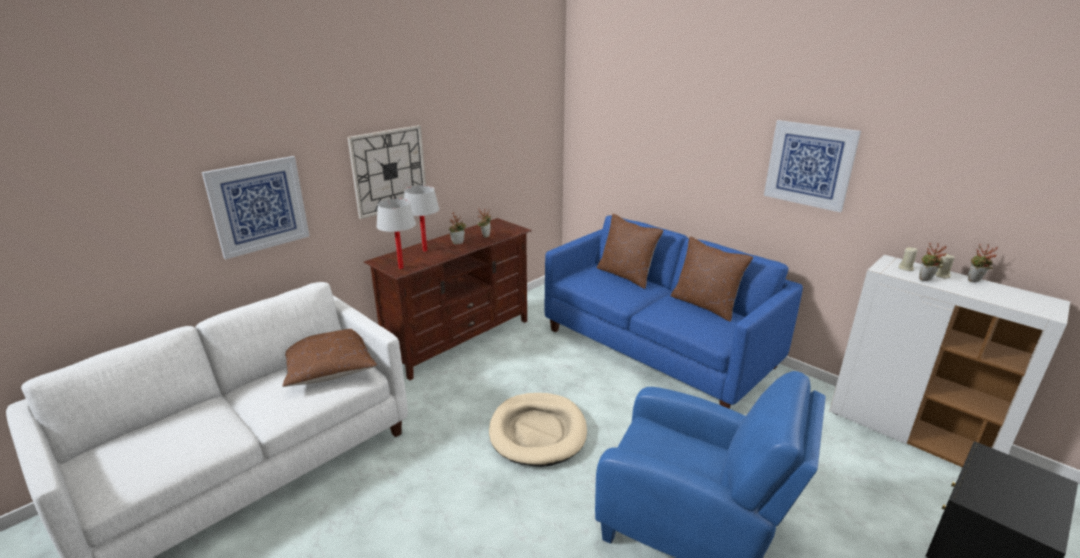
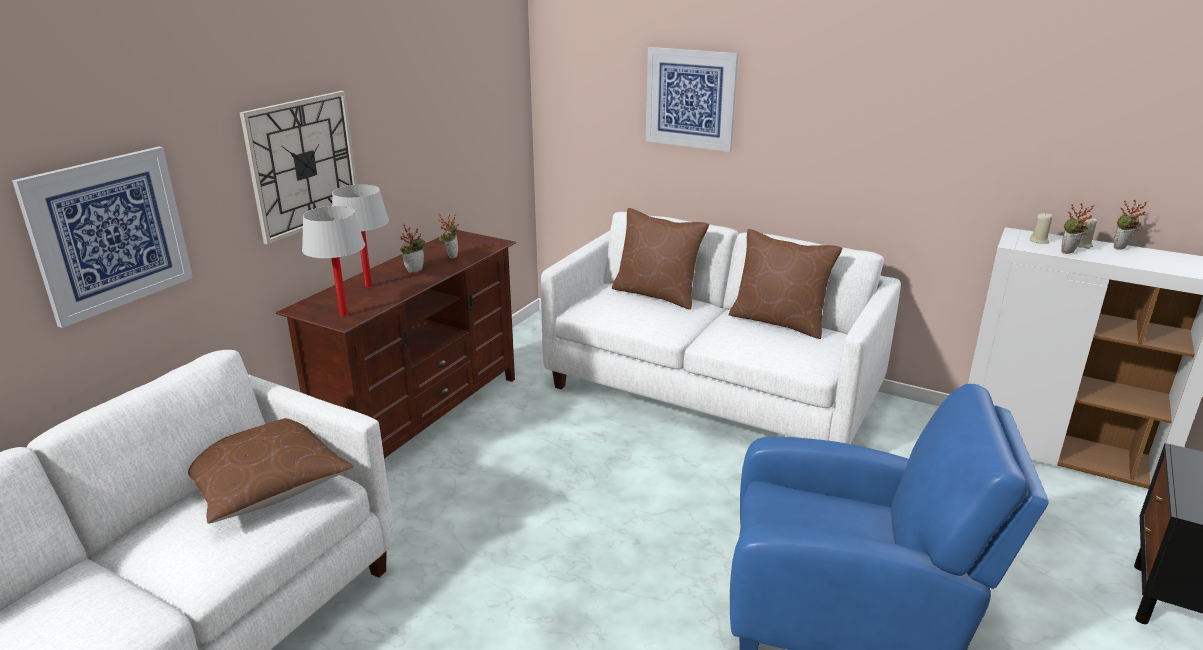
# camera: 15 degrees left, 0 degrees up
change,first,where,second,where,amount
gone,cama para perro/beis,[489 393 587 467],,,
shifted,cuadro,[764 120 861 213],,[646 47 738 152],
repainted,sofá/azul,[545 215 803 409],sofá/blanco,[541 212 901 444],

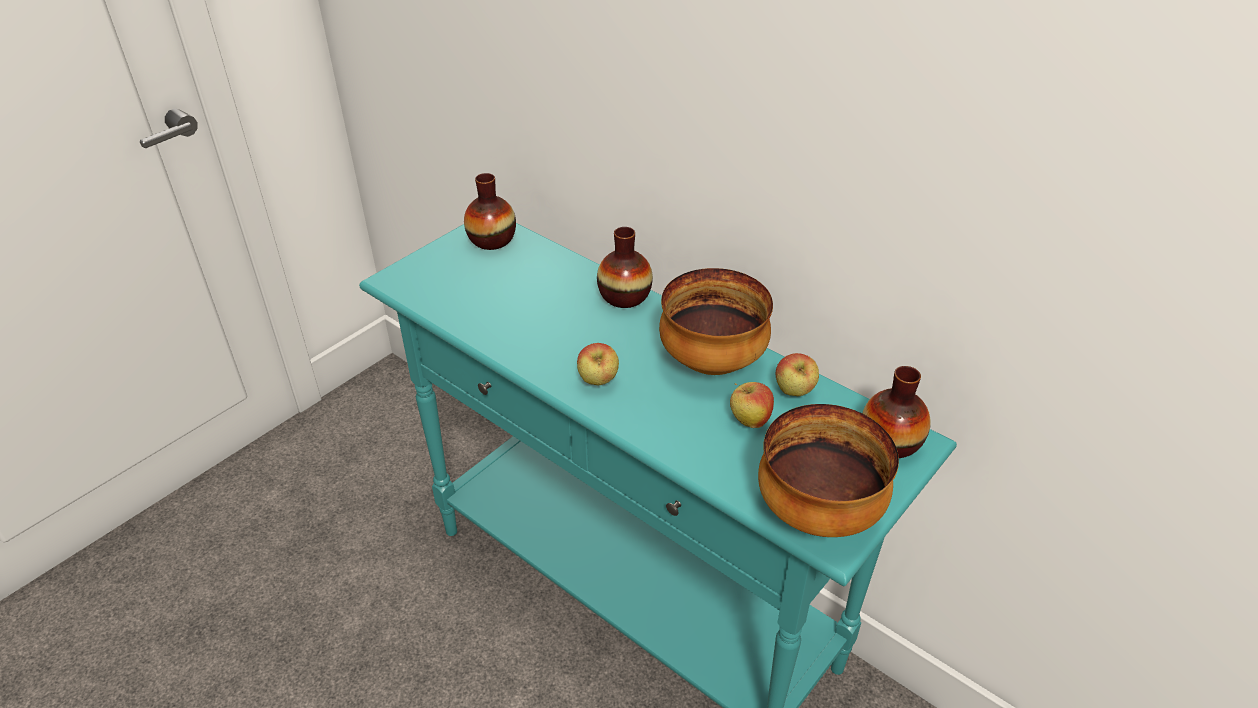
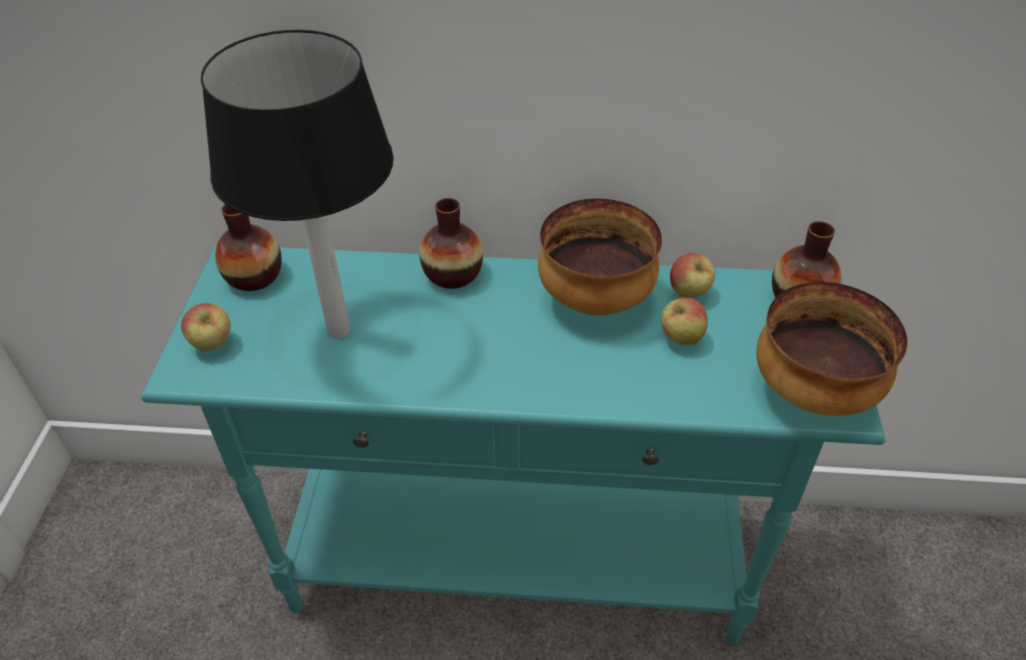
# camera: 35 degrees left, 5 degrees up
change,first,where,second,where,amount
new,,,lámpara de mesa,[201 30 394 338],
shifted,manzana,[577 343 619 385],,[181 303 231 351],

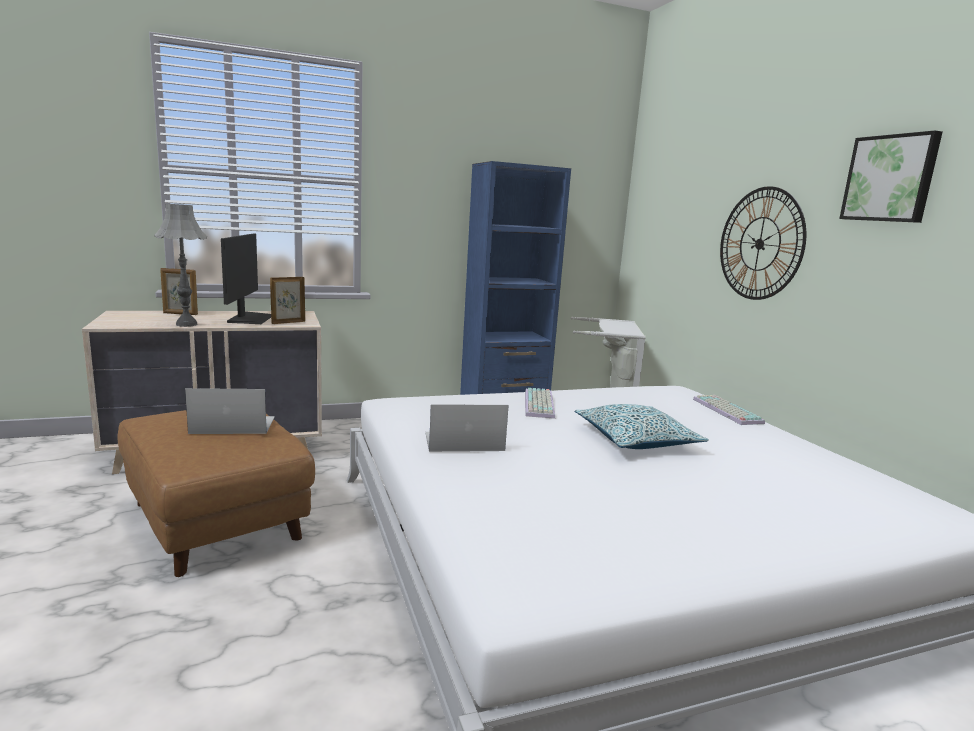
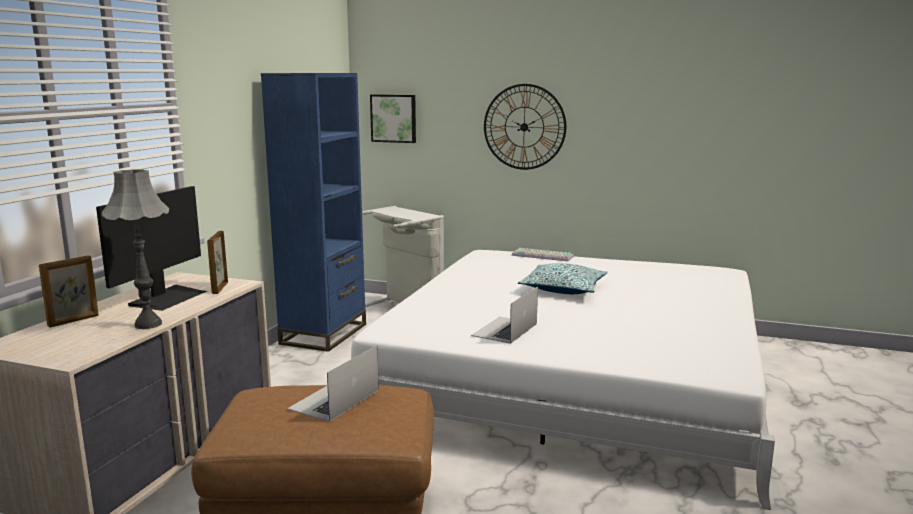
# camera: 50 degrees left, 0 degrees up
change,first,where,second,where,amount
gone,teclado,[525 388 555 419],,,
shifted,cuadro,[839 130 943 223],,[370 94 416 143],
rotated,monitor,[221 234 271 324],,[96 186 207 311],75 degrees clockwise

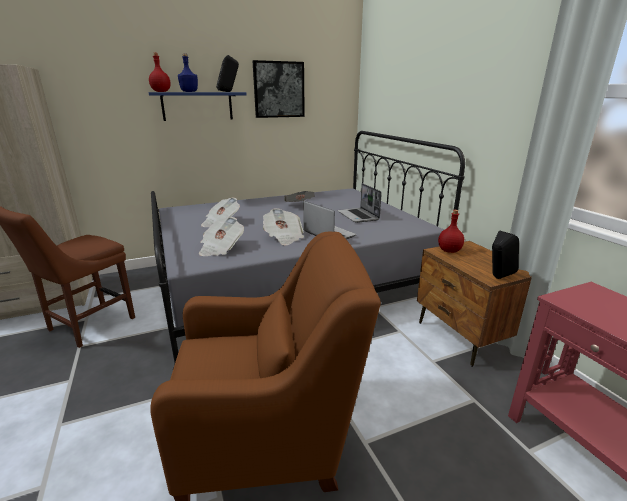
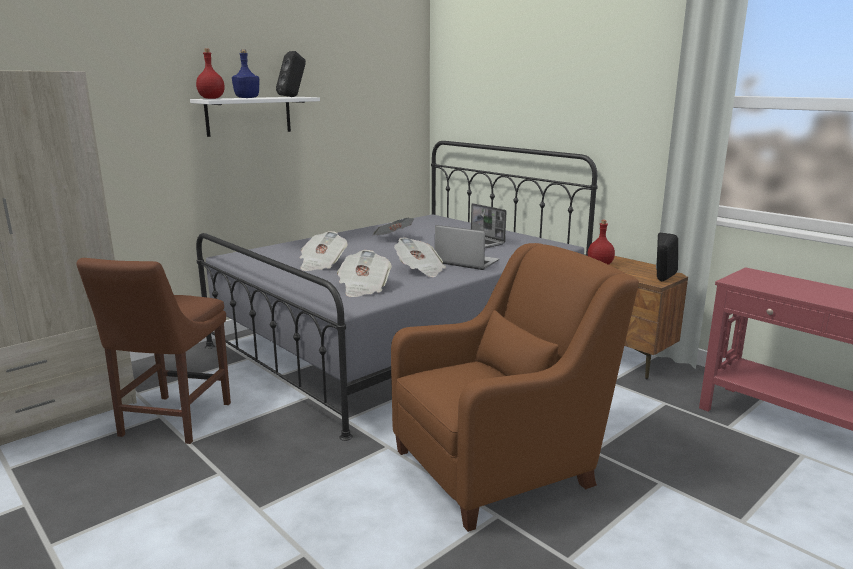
# camera: 20 degrees left, 5 degrees down
change,first,where,second,where,amount
gone,cuadro,[253 60 305 118],,,
repainted,estante/azul,[148 92 247 121],estante/blanco,[190 97 320 137],

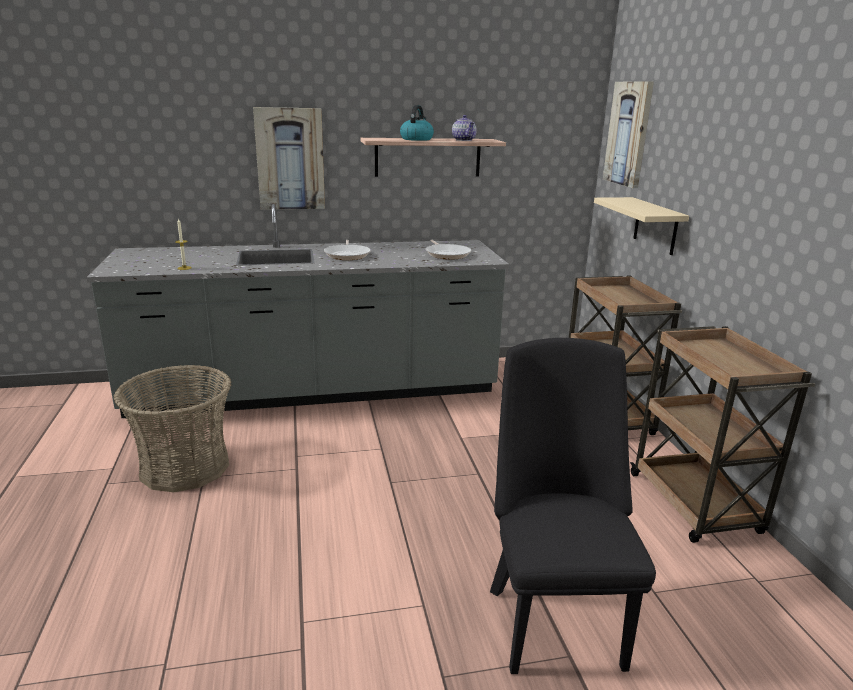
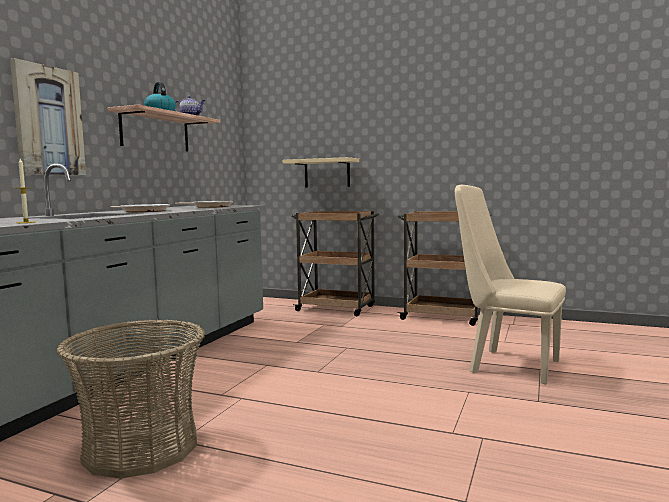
# camera: 55 degrees left, 15 degrees down
change,first,where,second,where,amount
gone,cuadro,[603 81 654 188],,,
repainted,silla/negro,[490 338 656 674],silla/beis,[455 185 566 384],

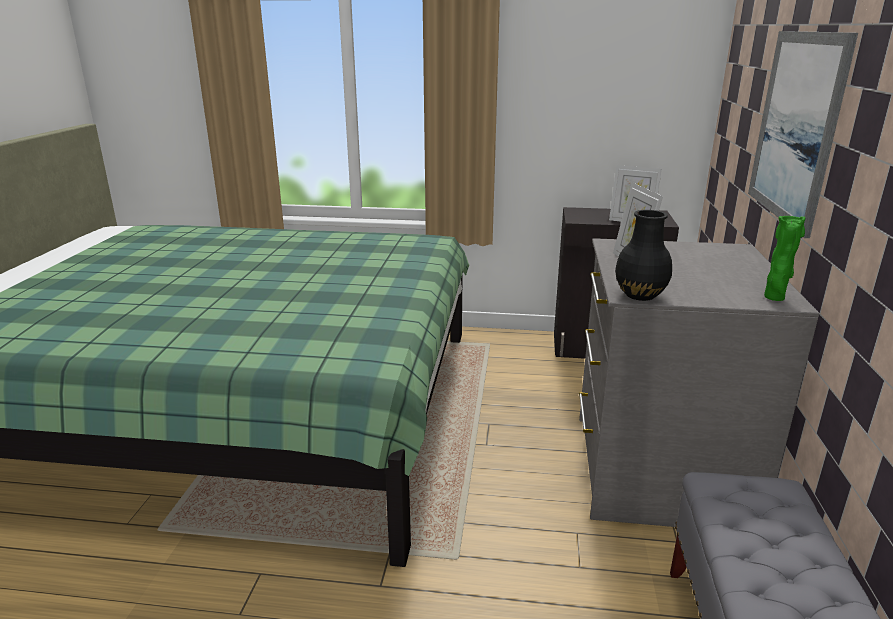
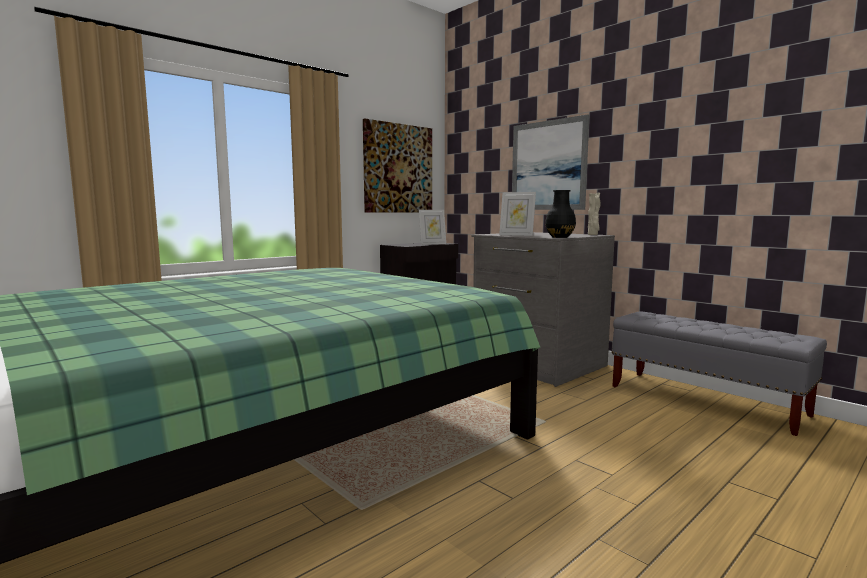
# camera: 50 degrees left, 15 degrees down
change,first,where,second,where,amount
new,,,cuadro,[363 118 432 213],
repainted,florero/verde,[764 216 805 301],florero/beis,[588 192 601 235],

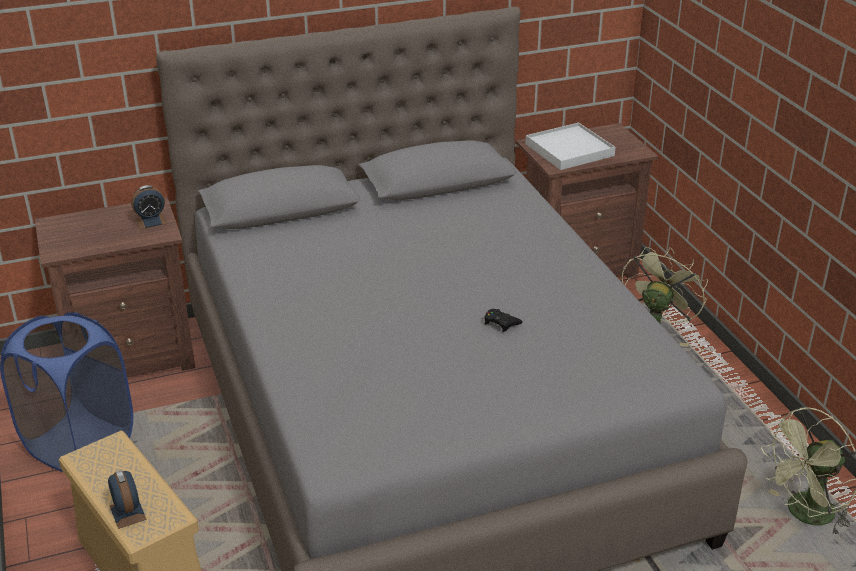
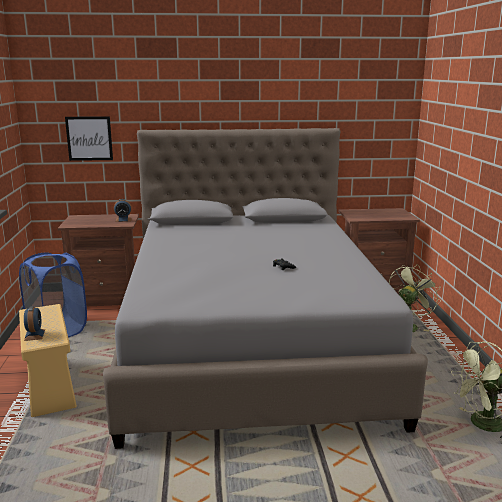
# camera: 15 degrees right, 15 degrees down
change,first,where,second,where,amount
gone,bandeja/blanco,[525 123 615 170],,,
new,,,cuadro,[65 116 113 161],

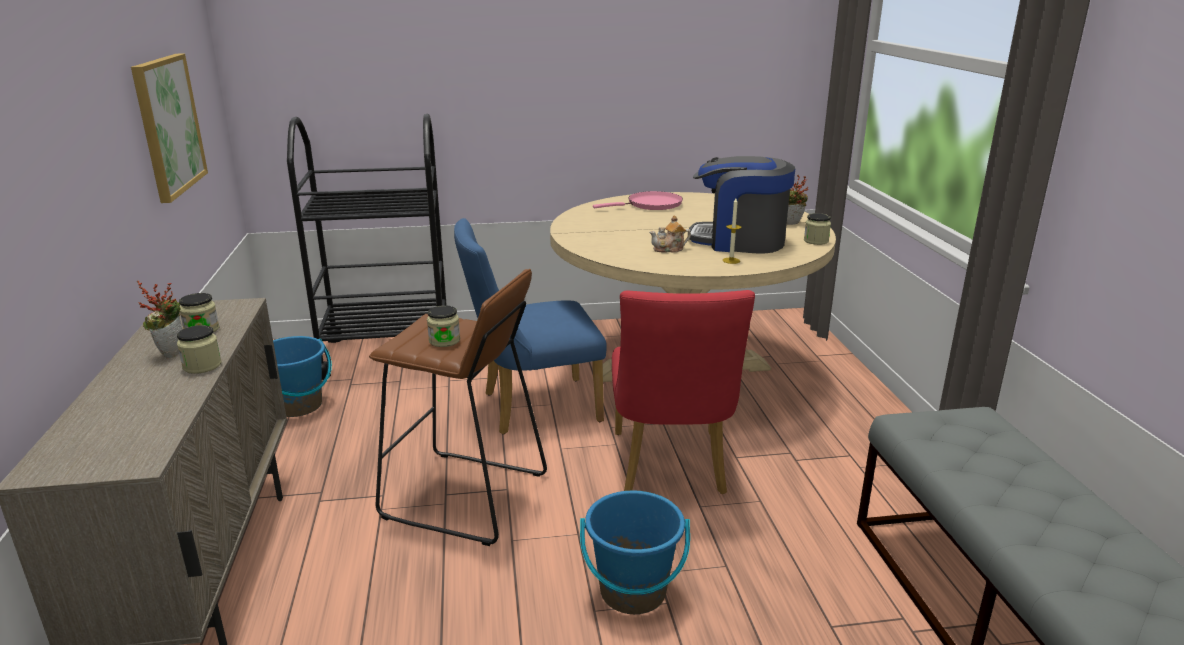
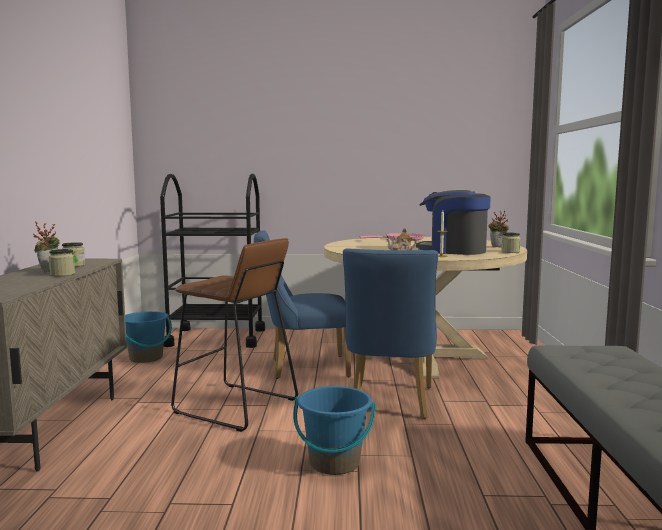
# camera: 10 degrees right, 15 degrees down
change,first,where,second,where,amount
gone,cuadro,[131 54 208 203],,,
gone,tarro,[427 305 460 347],,,
repainted,silla/rojo,[612 290 755 494],silla/azul,[343 248 438 419],

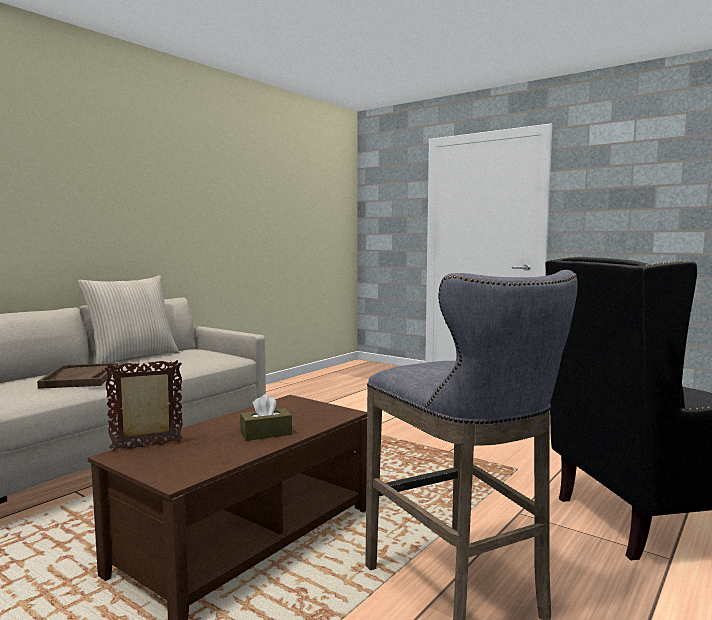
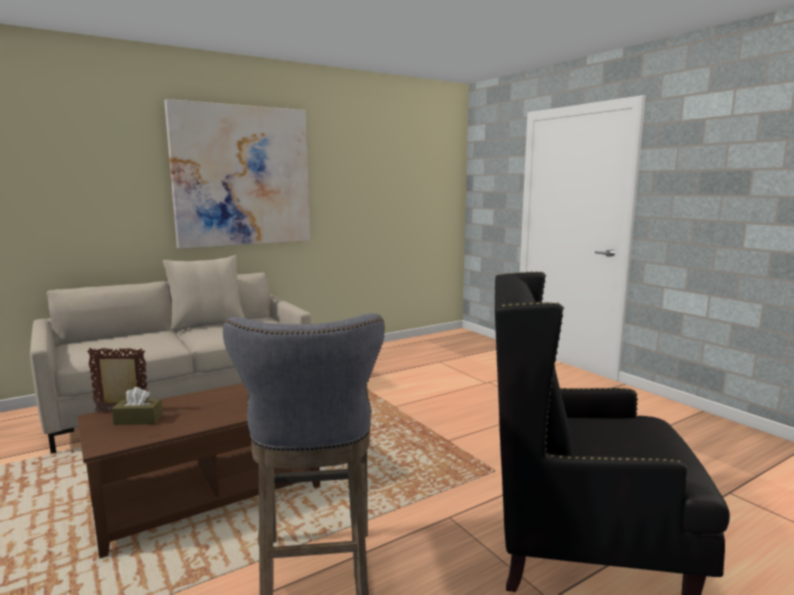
# camera: 20 degrees right, 5 degrees up
change,first,where,second,where,amount
gone,bandeja/marrón,[37 363 118 389],,,
new,,,cuadro,[164 99 310 249],
shifted,caja de pañuelos/marrón,[240 394 292 441],,[112 387 163 425],

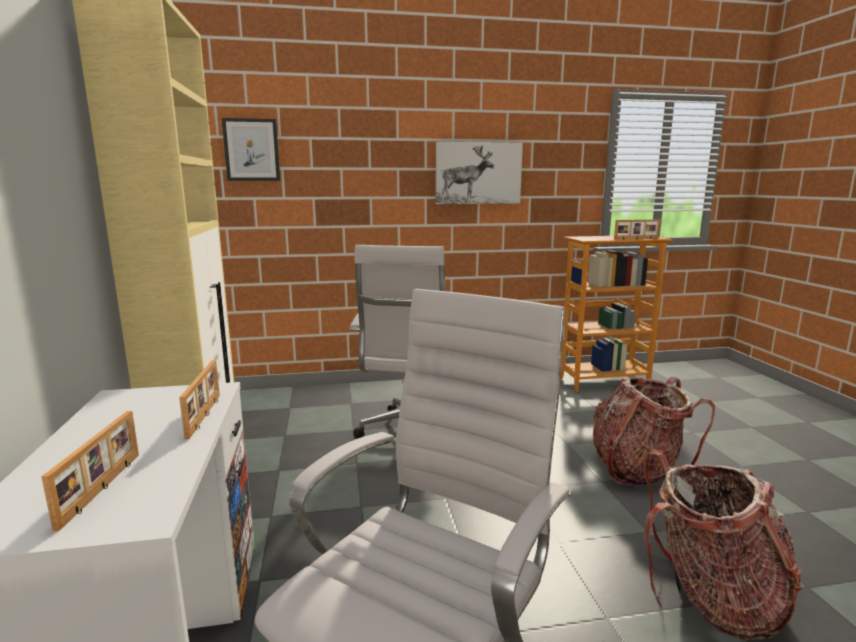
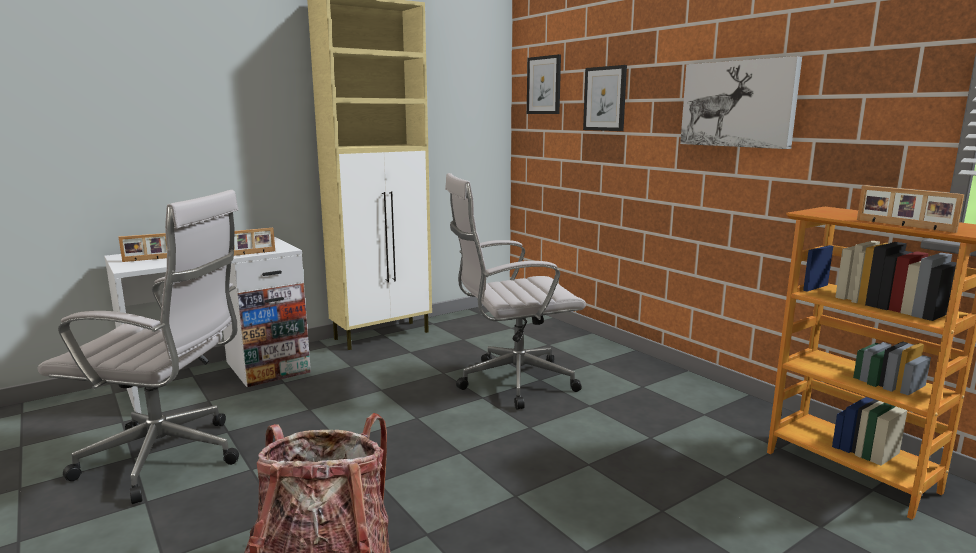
# camera: 65 degrees right, 0 degrees up
change,first,where,second,where,amount
gone,mochila,[593 377 715 487],,,
new,,,cuadro,[583 65 627 131],

